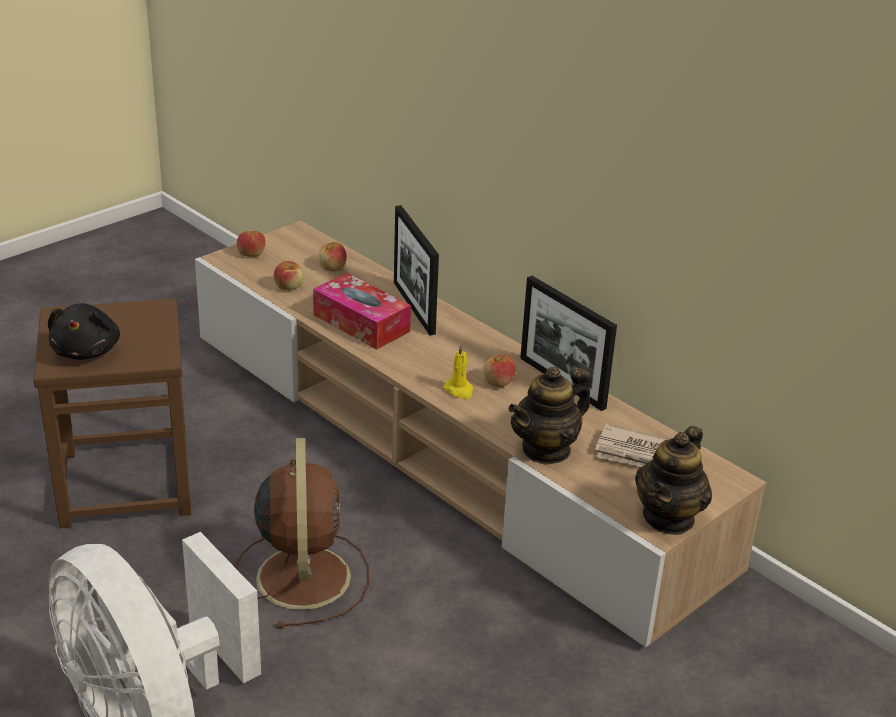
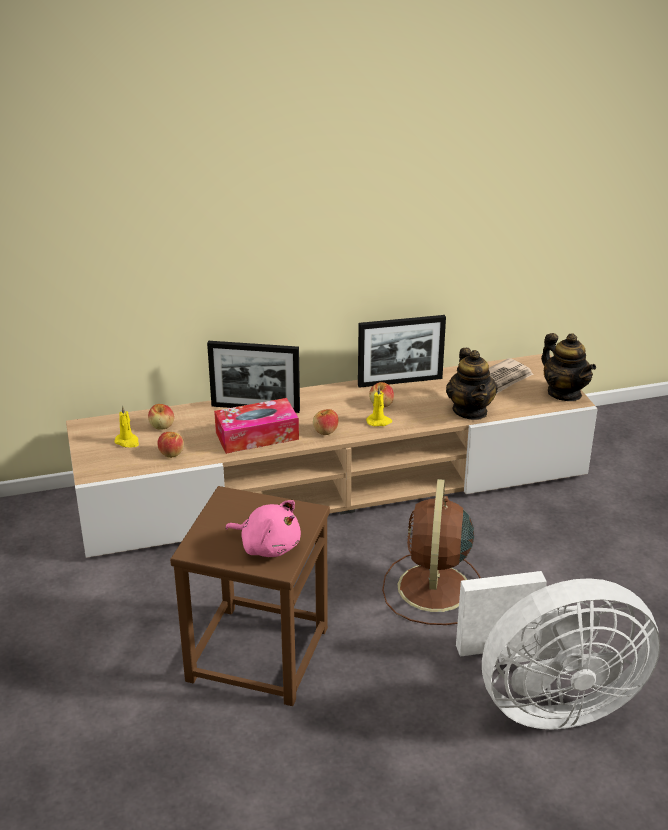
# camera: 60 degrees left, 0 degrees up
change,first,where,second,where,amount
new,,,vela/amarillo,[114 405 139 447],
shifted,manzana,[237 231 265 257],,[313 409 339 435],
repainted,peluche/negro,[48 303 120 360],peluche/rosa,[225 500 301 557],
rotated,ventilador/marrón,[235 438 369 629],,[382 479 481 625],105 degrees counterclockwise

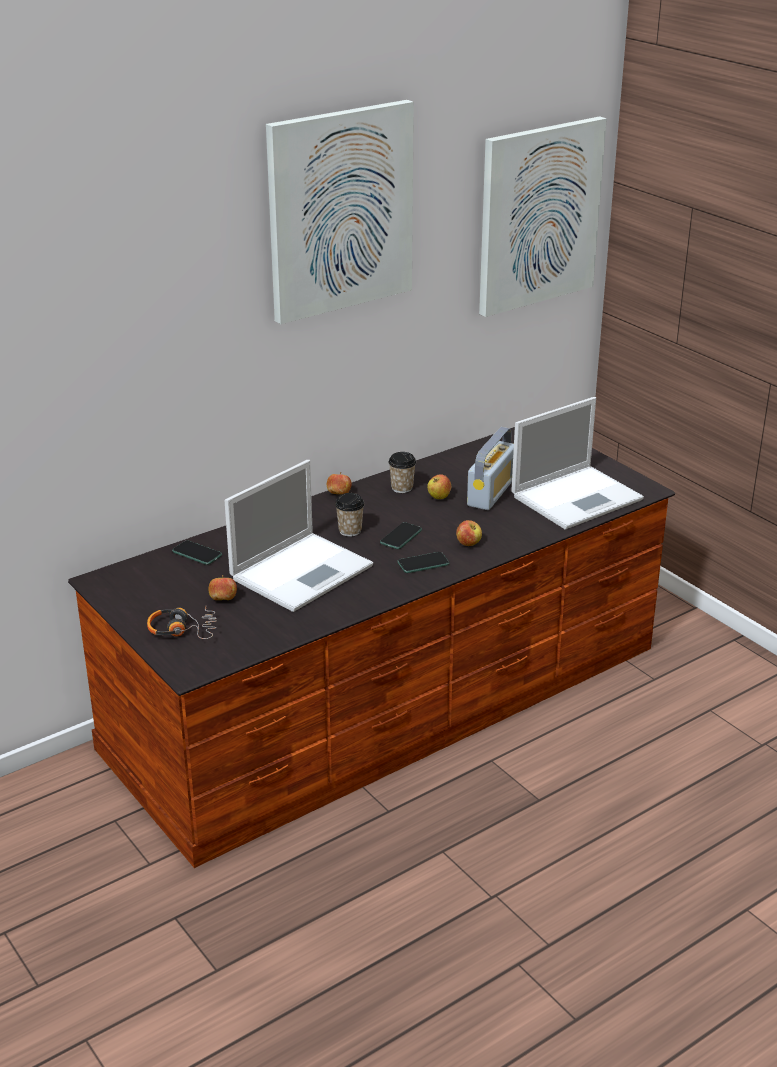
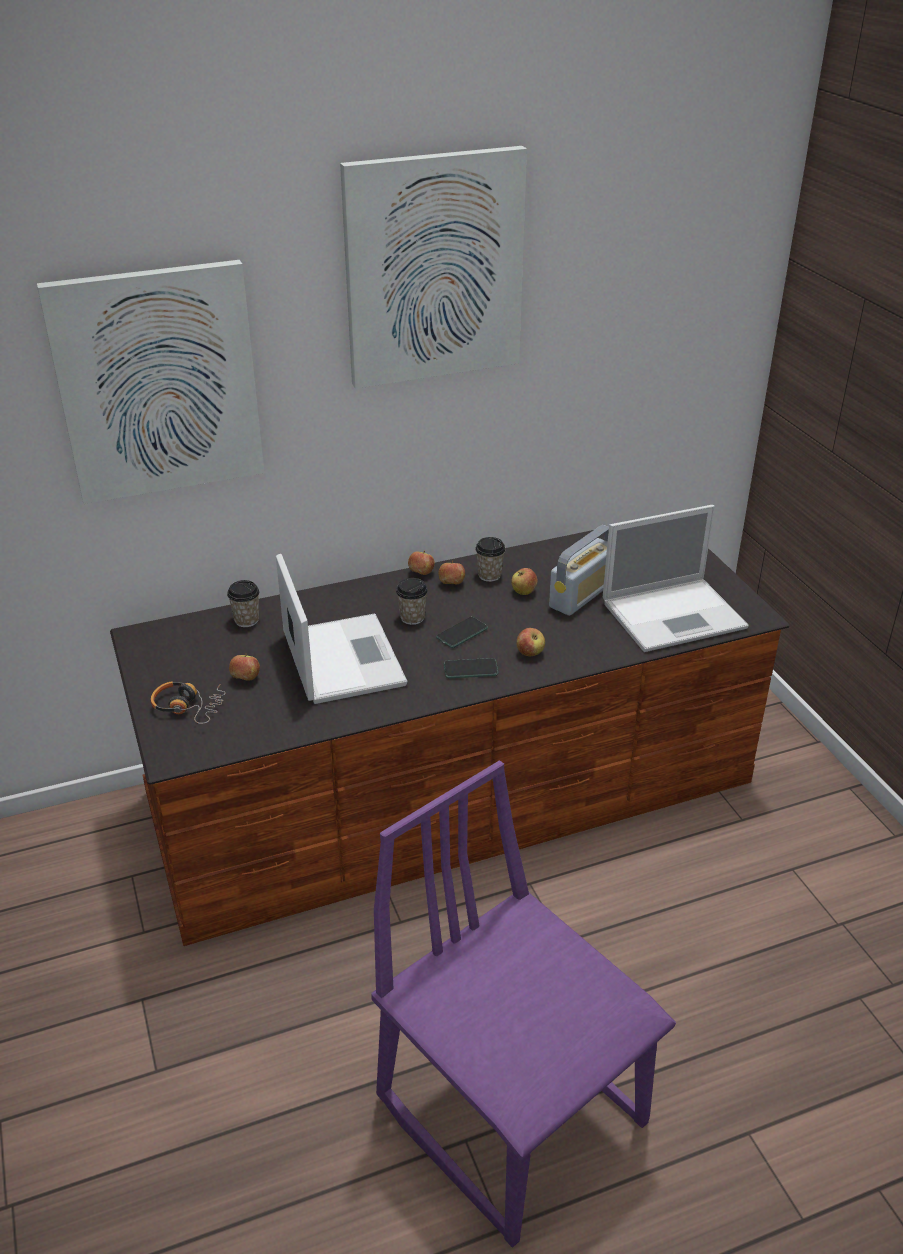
# camera: 15 degrees right, 5 degrees up
change,first,where,second,where,amount
new,,,silla/morado,[371 761 676 1247],
new,,,manzana,[438 560 465 584],
shifted,cuadro,[479 116 607 317],,[37 260 265 504],
swapped,móvil,[172 540 222 565],taza,[227 580 259 627],
rotated,portátil,[224 460 373 612],,[276 554 407 704],75 degrees counterclockwise

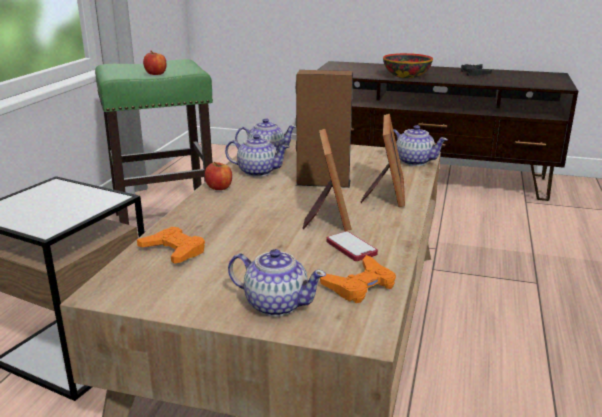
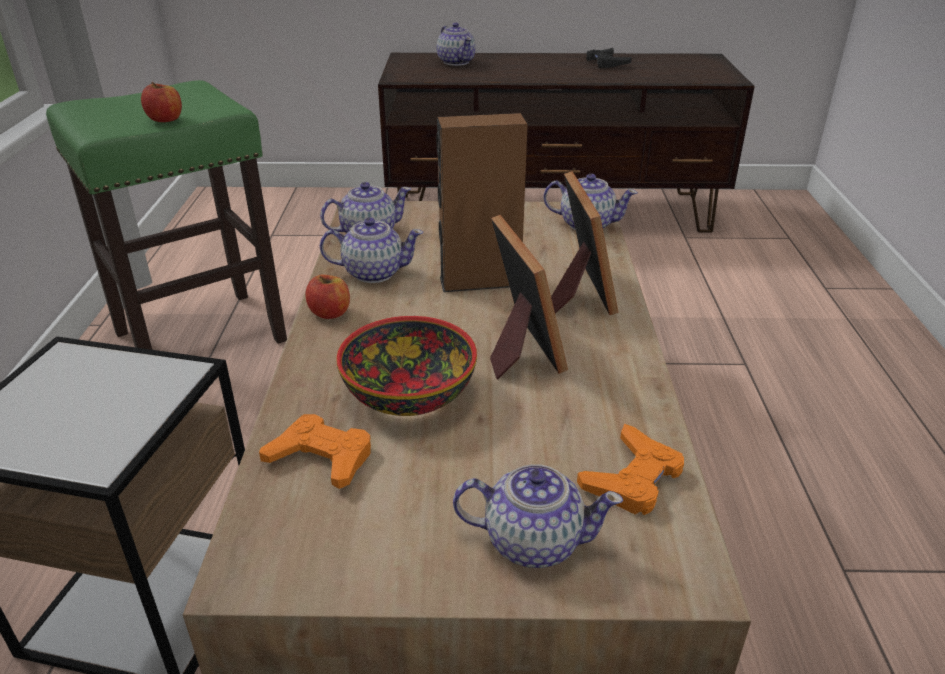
# camera: 15 degrees left, 10 degrees up
change,first,where,second,where,amount
gone,móvil,[326 231 378 261],,,
new,,,tetera,[437 22 476 66],
shifted,cuenco,[383 53 433 78],,[336 316 477 416],

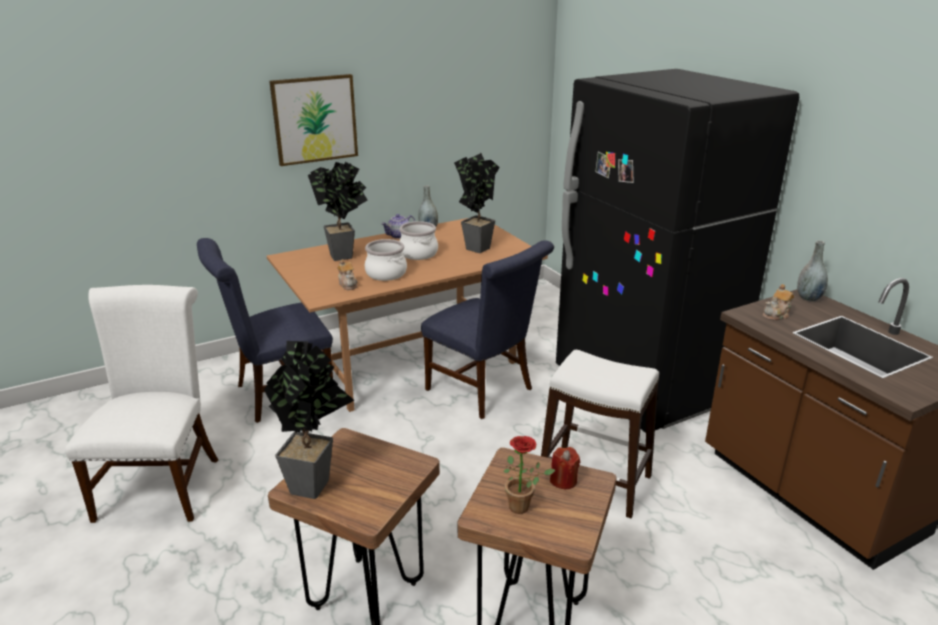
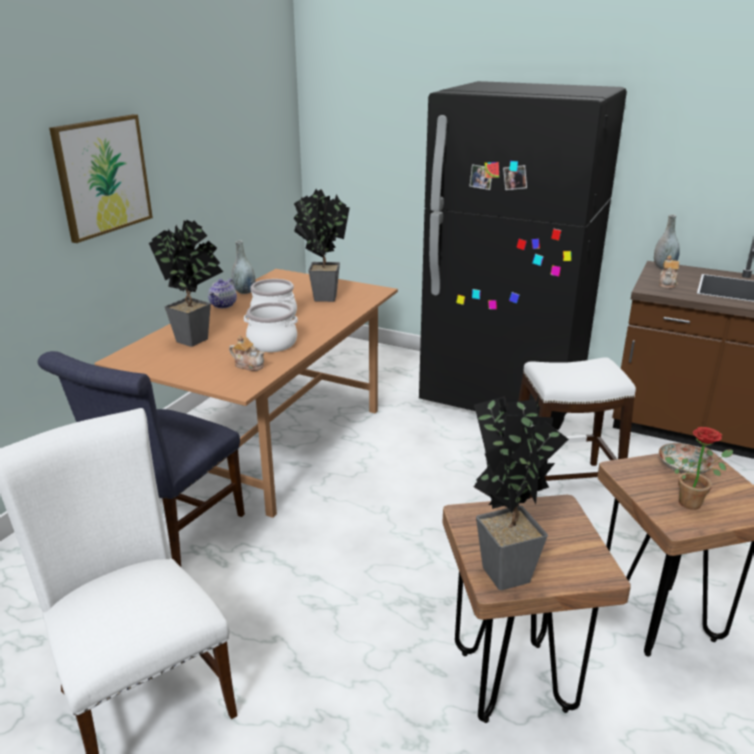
# camera: 35 degrees left, 0 degrees up
change,first,where,second,where,amount
gone,silla/azul,[421 240 554 419],,,
swapped,vela/rojo,[550 447 580 489],plato,[659 443 714 474],

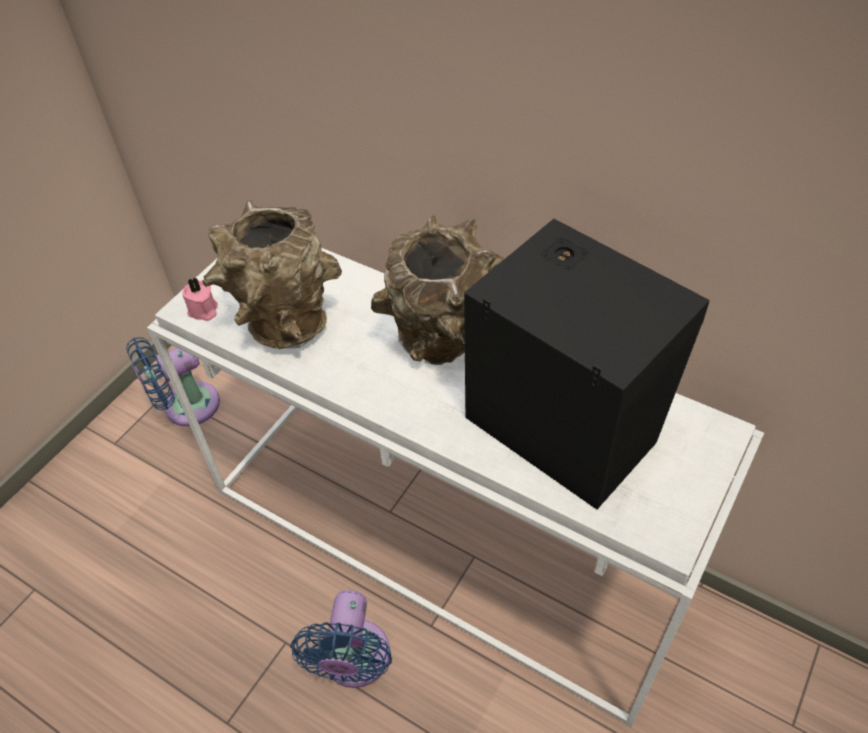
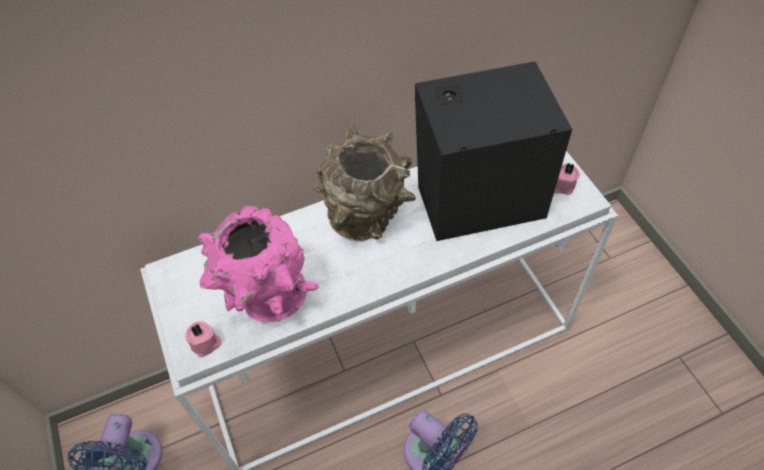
# camera: 55 degrees left, 5 degrees up
change,first,where,second,where,amount
new,,,vela/rosa,[554 163 580 195],
repainted,florero/marrón,[202 200 342 349],florero/rosa,[198 206 319 322],

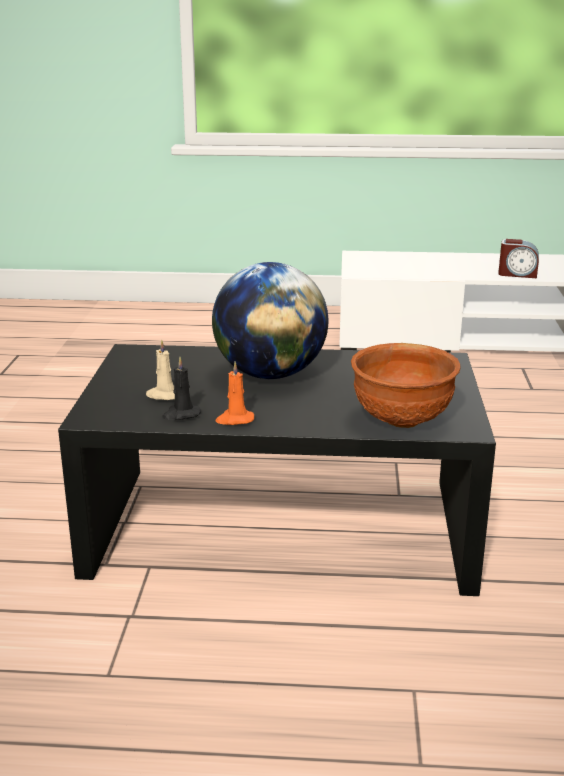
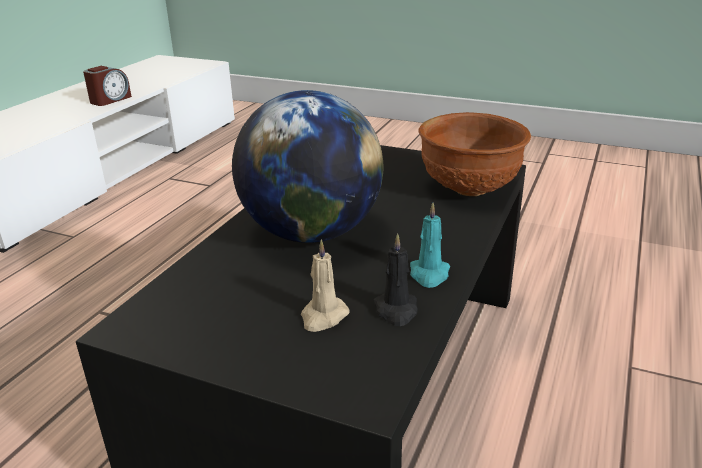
# camera: 70 degrees left, 5 degrees up
change,first,where,second,where,amount
repainted,vela/naranja,[215 361 254 425],vela/turquesa,[410 202 450 288],

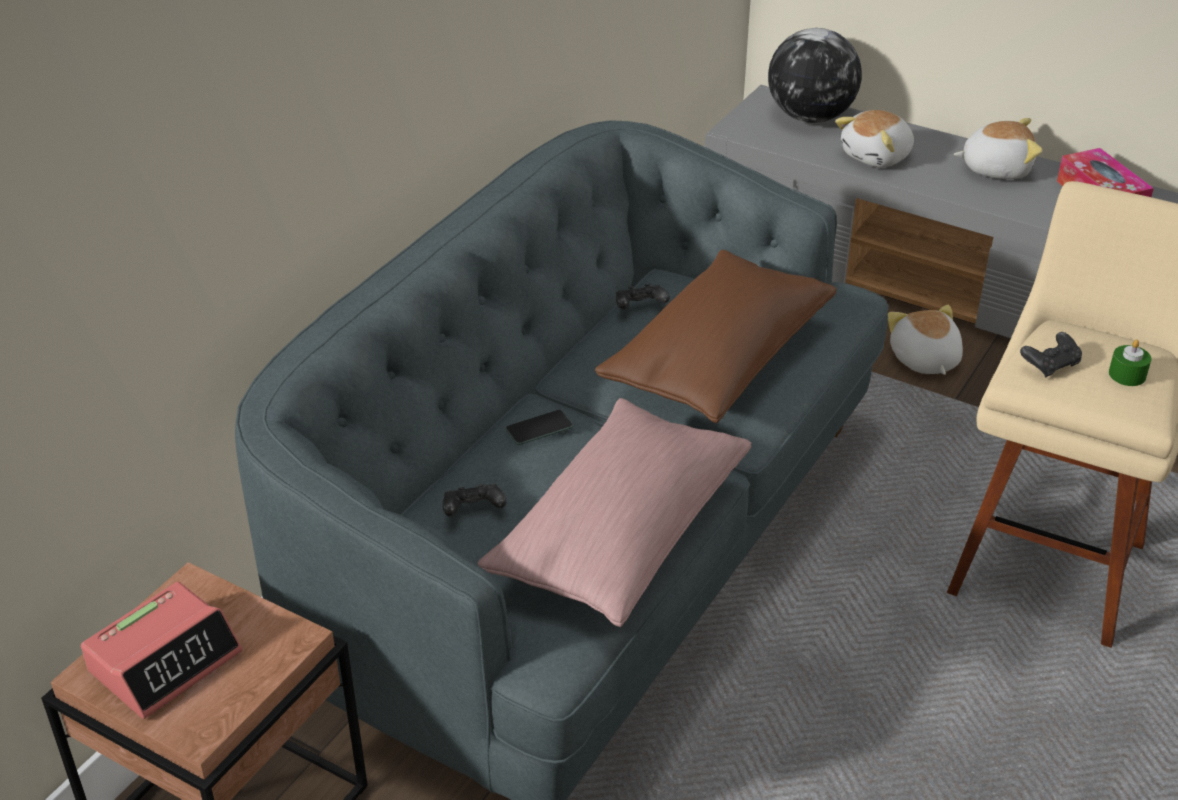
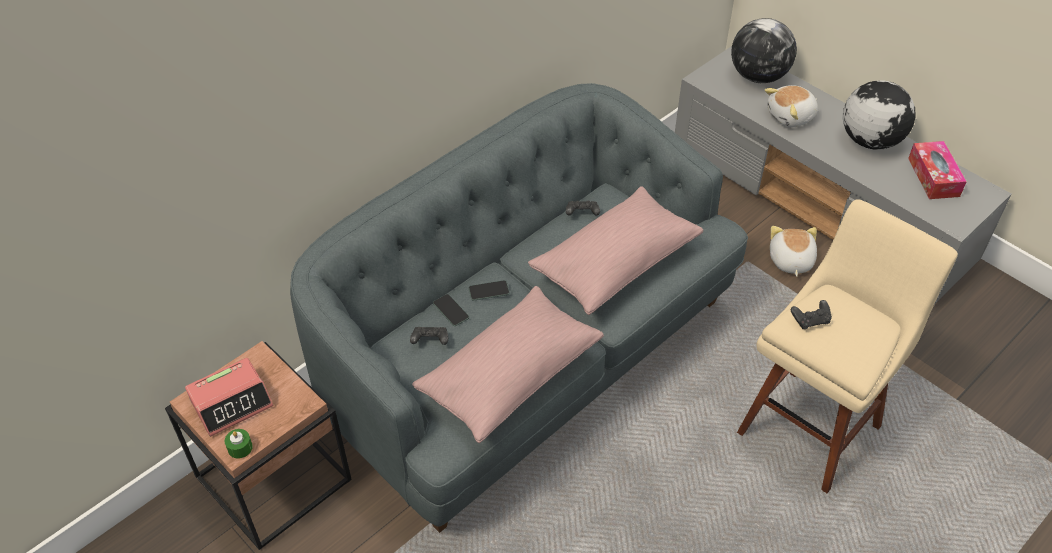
# camera: 15 degrees right, 10 degrees up
change,first,where,second,where,amount
new,,,móvil,[433 294 469 326],
shifted,vela/verde,[1109 340 1151 386],,[225 429 253 459],
swapped,peluche,[954 118 1042 179],globo terráqueo,[843 81 916 150],
repainted,cojín/marrón,[595 250 837 423],cojín/rosa,[528 186 703 315],

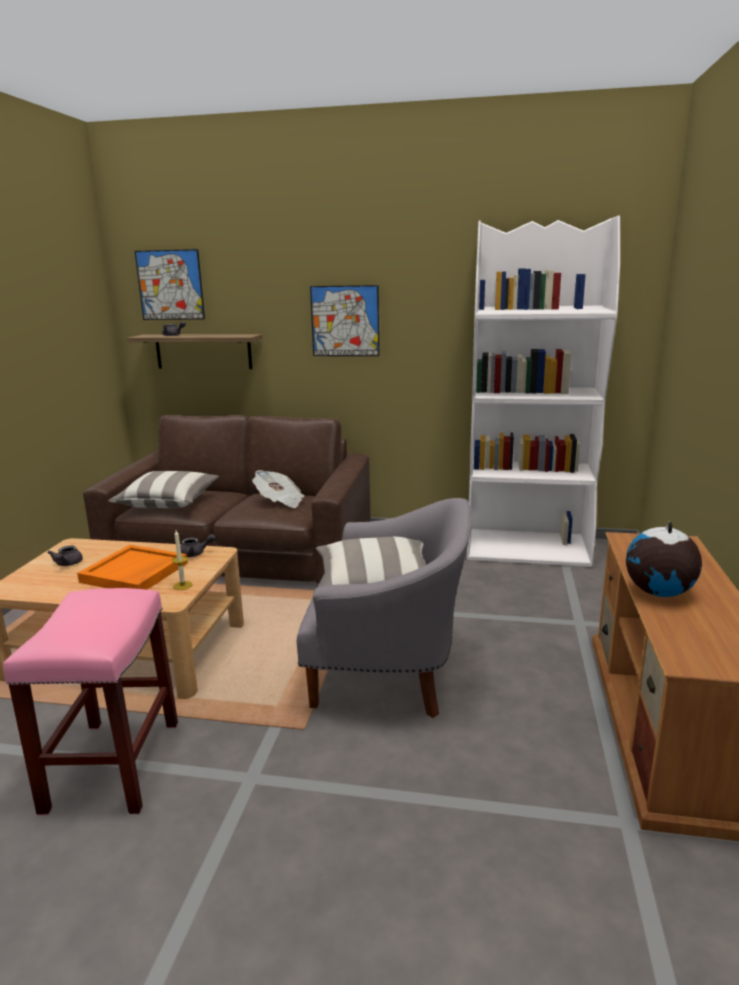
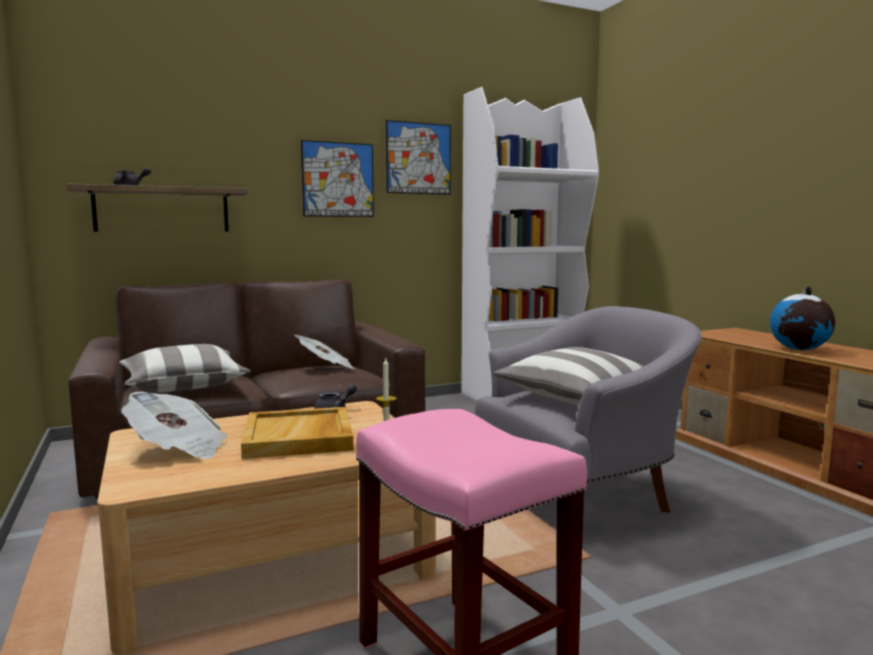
# camera: 35 degrees left, 10 degrees down
change,first,where,second,where,amount
shifted,cuadro,[135 249 205 320],,[386 120 451 195],
swapped,tetera/gris,[47 546 83 566],periódico,[122 391 228 459],
repainted,bandeja/naranja,[77 545 188 590],bandeja/beis,[241 407 353 459],

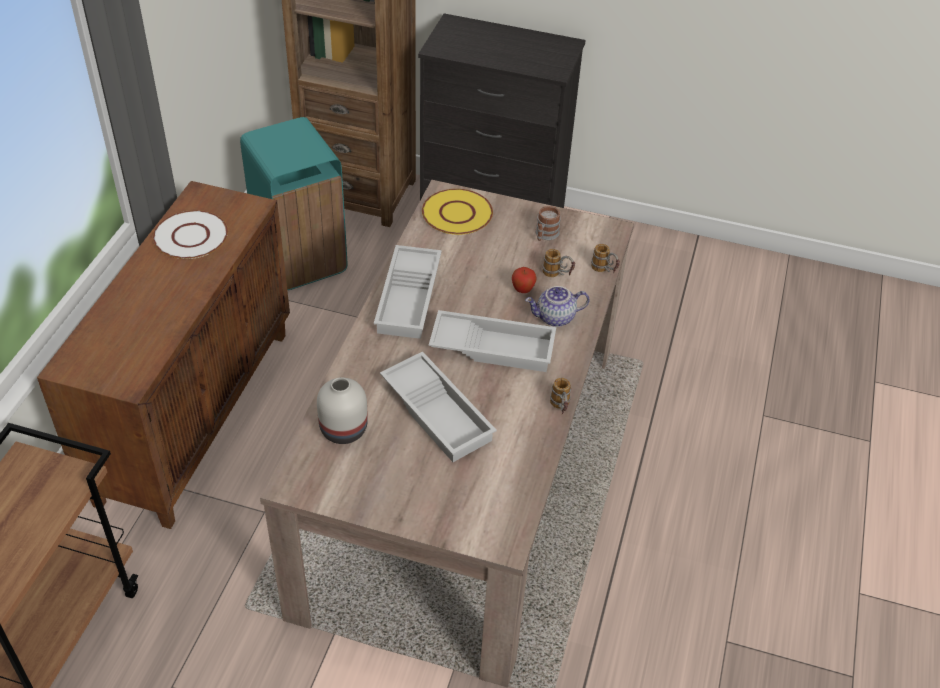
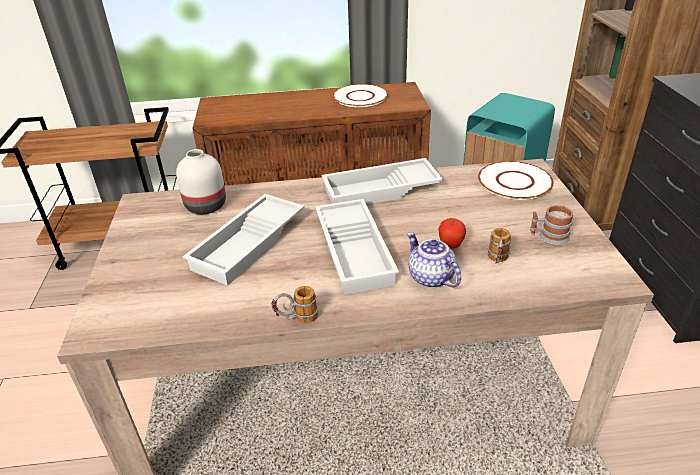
# camera: 70 degrees right, 10 degrees down
change,first,where,second,where,amount
gone,taza grande,[591 244 620 273],,,
repainted,plato/amarillo,[422 189 493 235],plato/blanco,[478 161 554 200],

